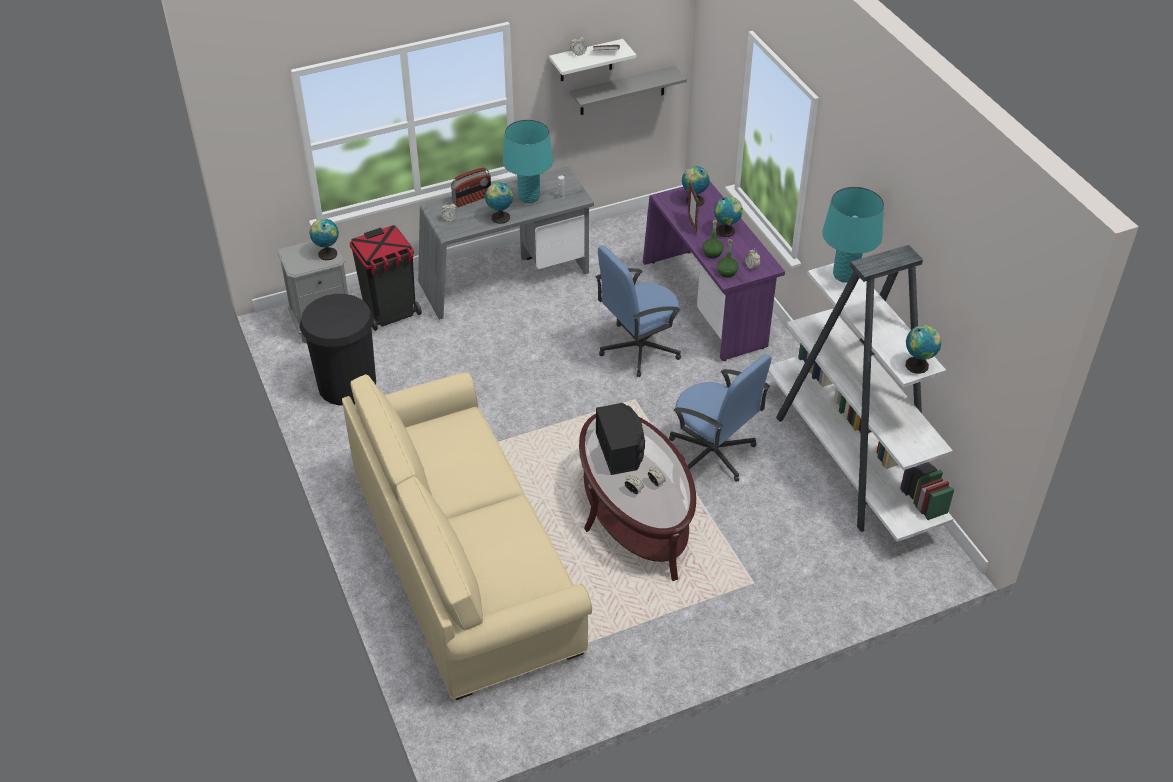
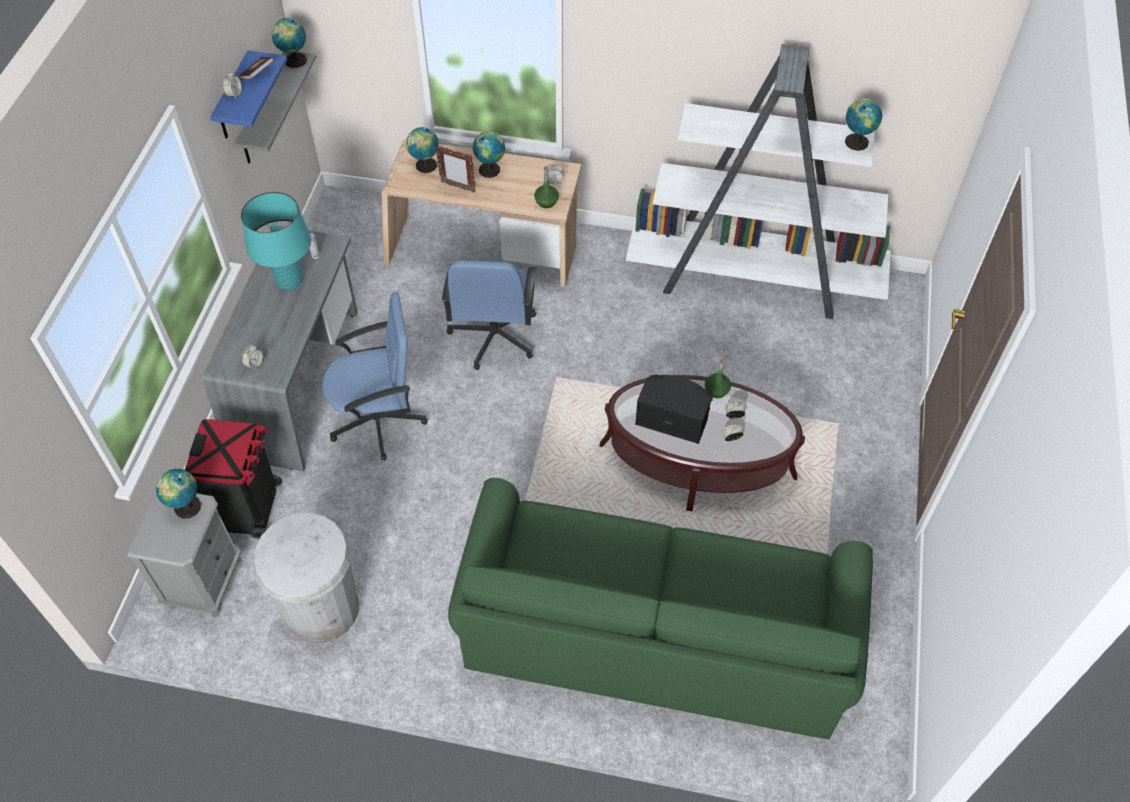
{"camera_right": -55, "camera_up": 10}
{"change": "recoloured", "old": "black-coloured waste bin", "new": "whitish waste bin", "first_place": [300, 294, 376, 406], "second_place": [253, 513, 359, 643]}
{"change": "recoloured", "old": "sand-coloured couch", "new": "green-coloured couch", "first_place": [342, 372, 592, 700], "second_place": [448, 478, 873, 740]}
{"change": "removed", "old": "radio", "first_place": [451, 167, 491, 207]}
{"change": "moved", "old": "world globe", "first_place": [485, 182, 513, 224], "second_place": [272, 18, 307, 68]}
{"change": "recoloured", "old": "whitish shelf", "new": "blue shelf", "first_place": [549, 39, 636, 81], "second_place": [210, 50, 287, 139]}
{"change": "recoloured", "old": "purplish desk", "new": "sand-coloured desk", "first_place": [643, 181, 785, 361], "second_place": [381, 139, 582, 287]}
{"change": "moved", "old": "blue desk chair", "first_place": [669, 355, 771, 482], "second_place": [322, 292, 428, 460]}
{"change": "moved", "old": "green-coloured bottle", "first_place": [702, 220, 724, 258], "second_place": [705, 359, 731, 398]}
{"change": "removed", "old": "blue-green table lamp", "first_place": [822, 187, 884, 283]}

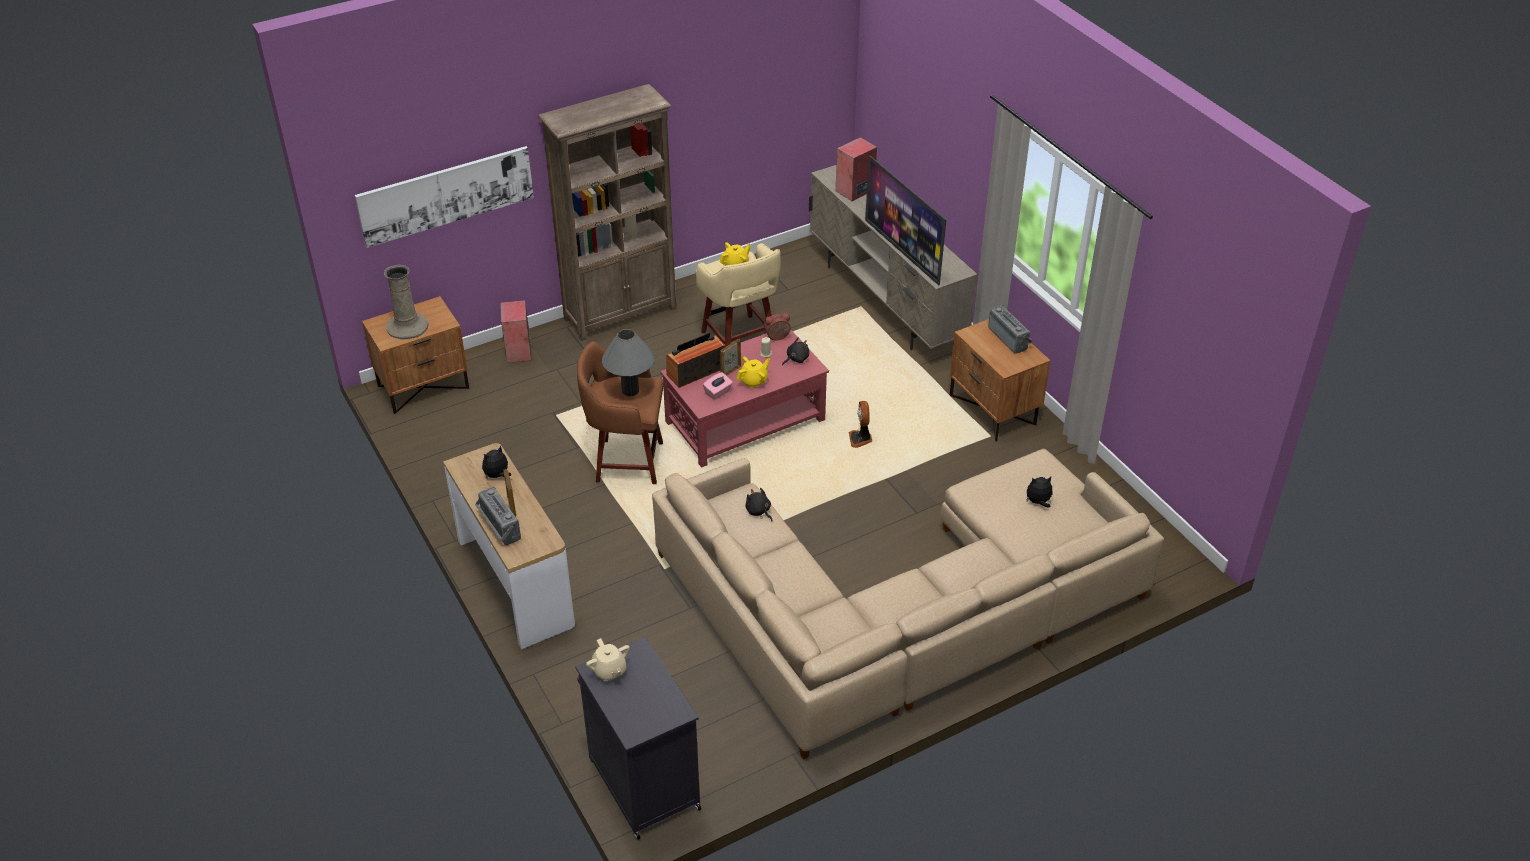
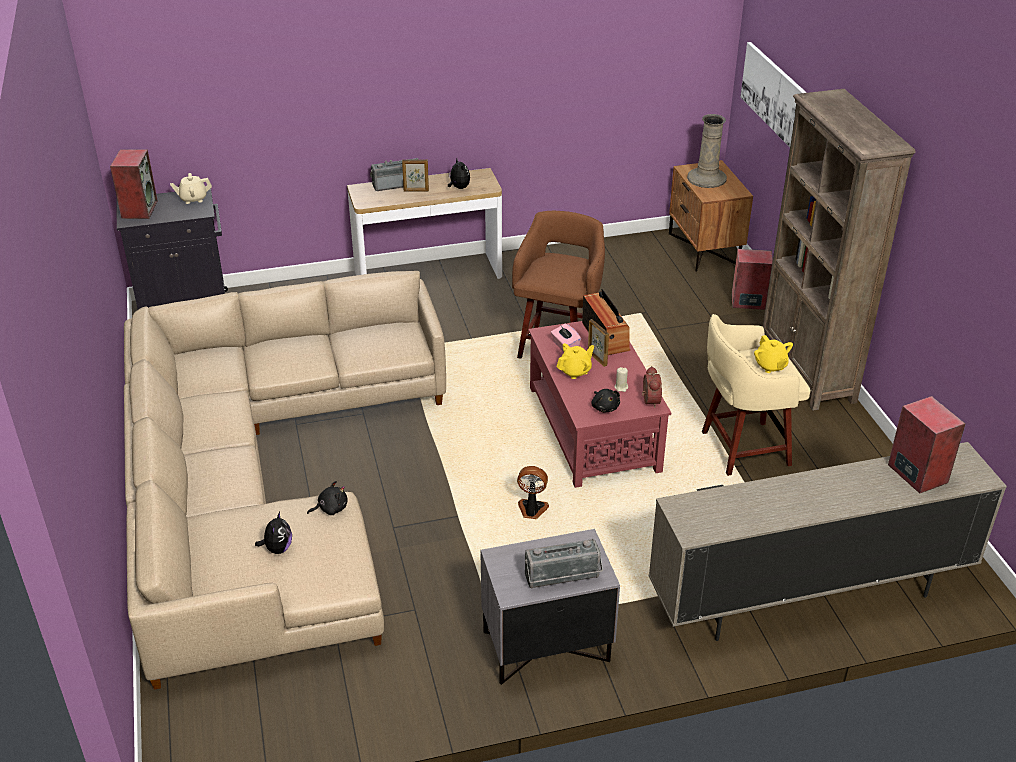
{"camera_right": 105, "camera_up": -5}
{"change": "removed", "old": "gray table lamp", "first_place": [602, 329, 655, 396]}
{"change": "turned", "old": "yellow pot for tea", "first_place": [737, 357, 770, 389], "second_place": [557, 343, 594, 379], "degrees": -105}
{"change": "moved", "old": "black-coloured soft toy", "first_place": [745, 488, 773, 521], "second_place": [307, 481, 348, 515]}
{"change": "removed", "old": "television", "first_place": [865, 156, 946, 286]}
{"change": "recoloured", "old": "brownish bedside table", "new": "gray bedside table", "first_place": [950, 319, 1050, 441], "second_place": [480, 529, 620, 685]}
{"change": "added", "new": "loudspeaker", "second_place": [110, 150, 158, 219]}

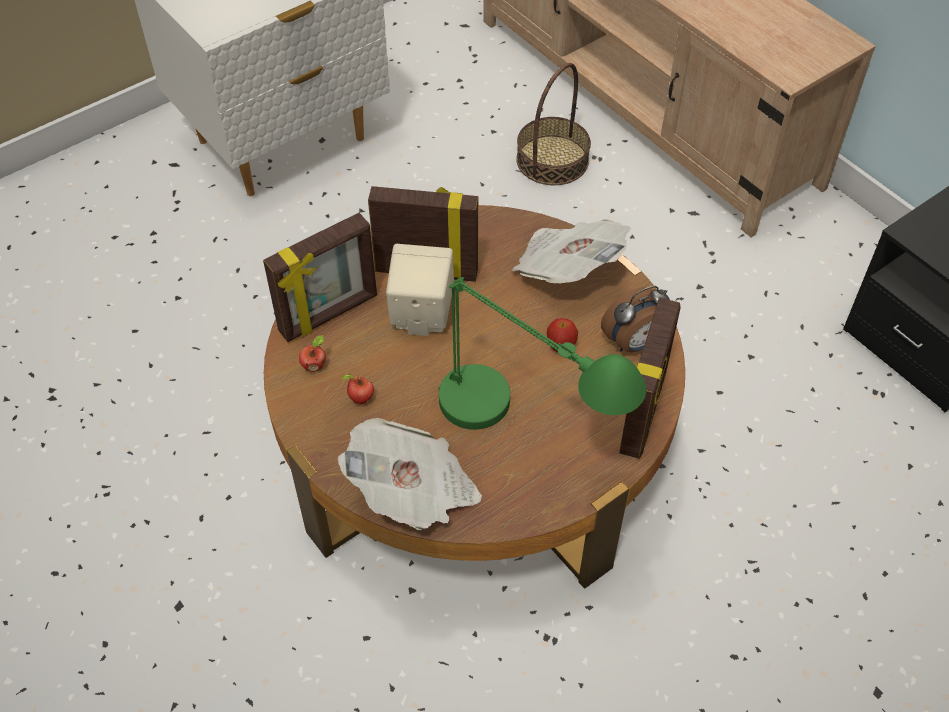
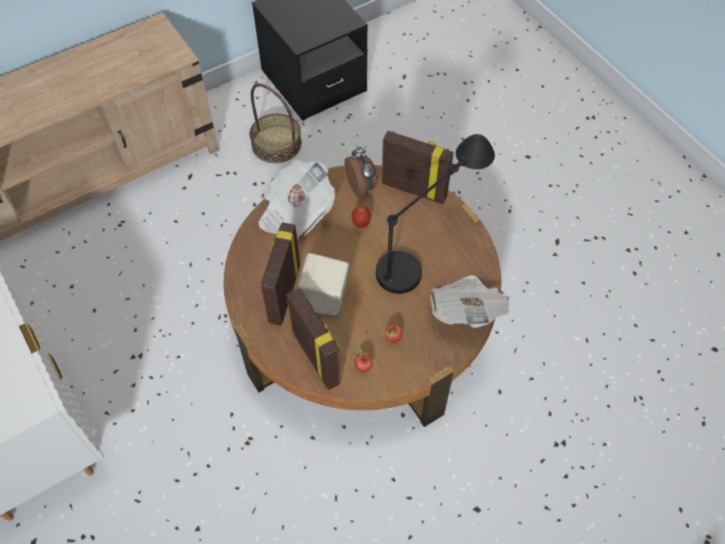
{"camera_right": -85, "camera_up": 5}
{"change": "recoloured", "old": "green-coloured table lamp", "new": "black-coloured table lamp", "first_place": [438, 277, 646, 430], "second_place": [376, 134, 495, 294]}
{"change": "moved", "old": "basket", "first_place": [516, 63, 591, 185], "second_place": [250, 83, 302, 163]}

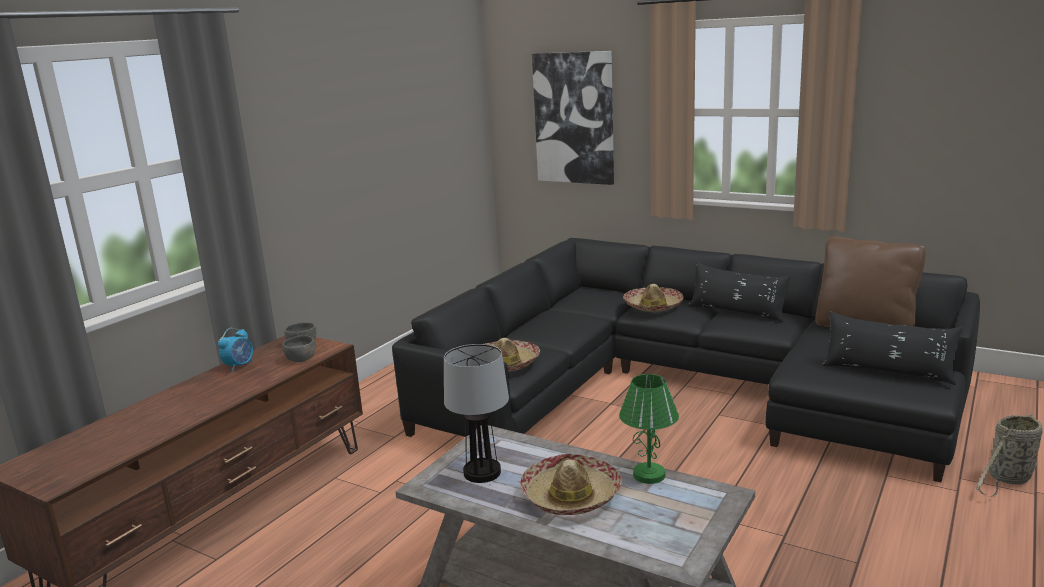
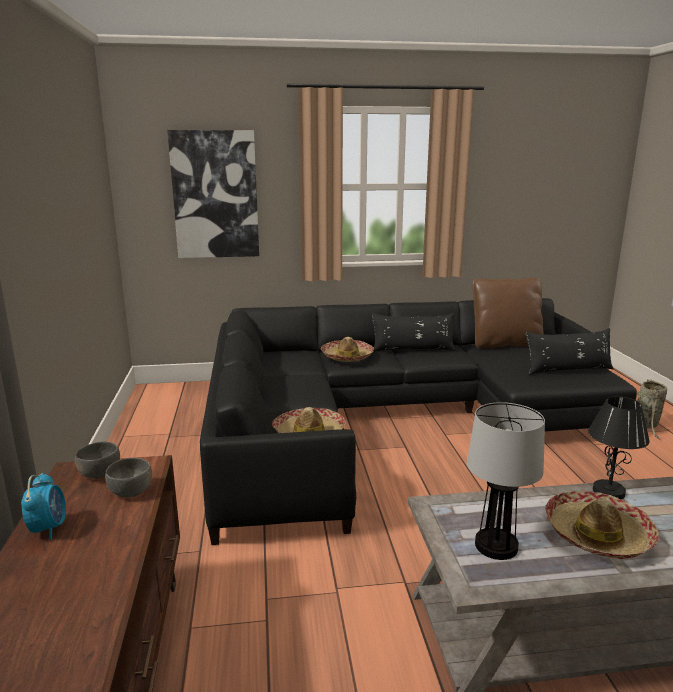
{"camera_right": -40, "camera_up": 0}
{"change": "recoloured", "old": "green-coloured table lamp", "new": "black-coloured table lamp", "first_place": [619, 374, 679, 484], "second_place": [588, 396, 650, 499]}

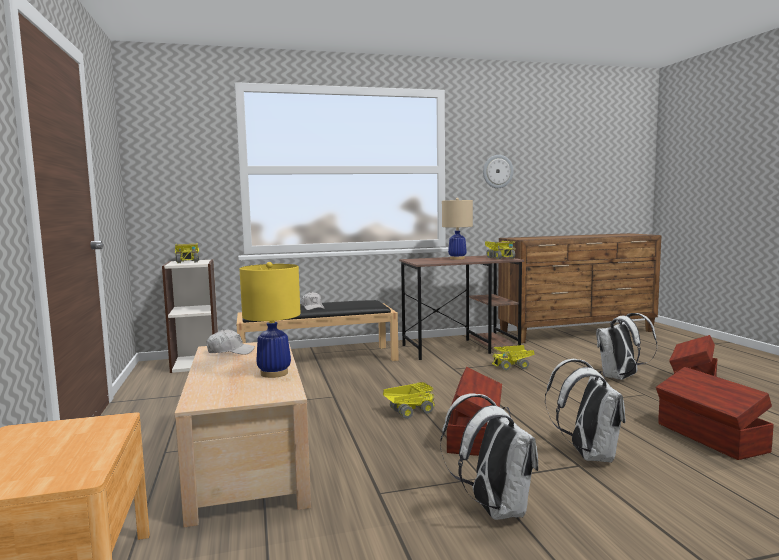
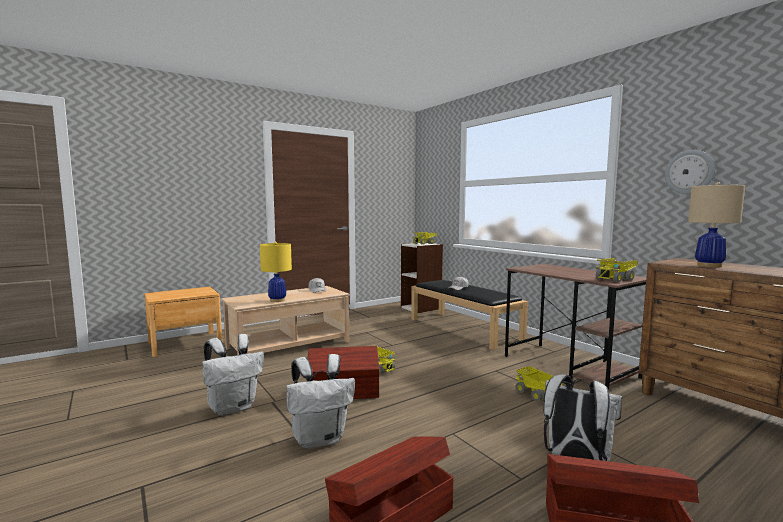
{"camera_right": 70, "camera_up": 0}
{"change": "moved", "old": "sand-coloured table lamp", "first_place": [442, 198, 473, 259], "second_place": [688, 182, 745, 267]}

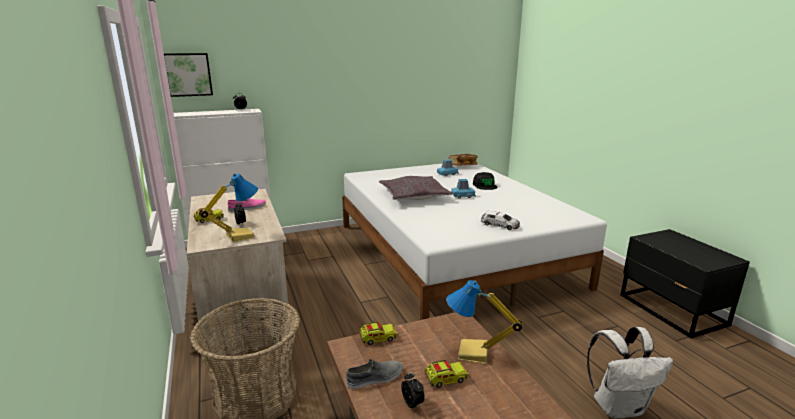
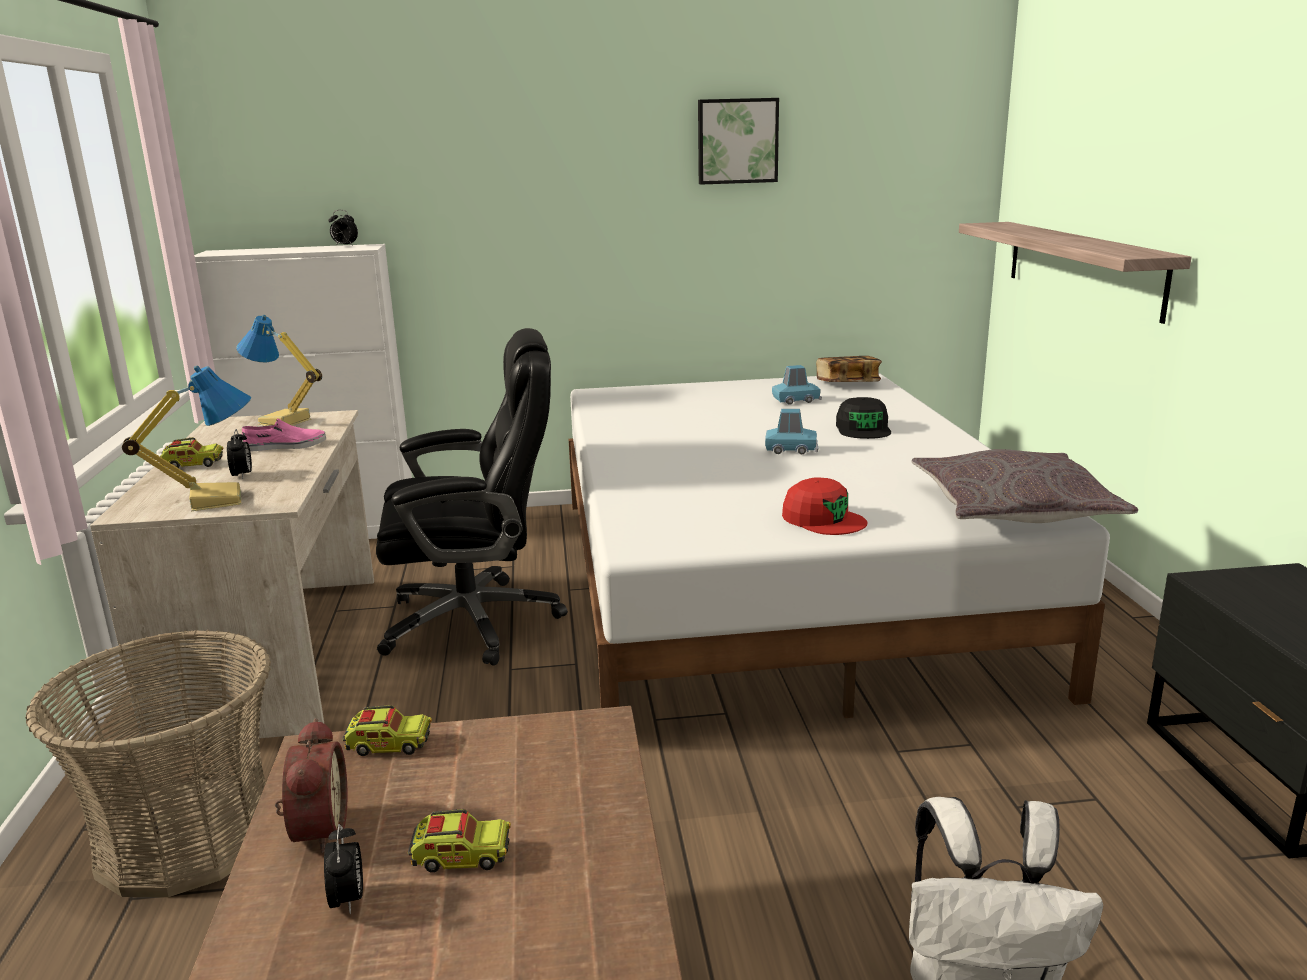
{"camera_right": 15, "camera_up": 0}
{"change": "moved", "old": "wall picture", "first_place": [164, 53, 213, 97], "second_place": [698, 98, 779, 185]}
{"change": "replaced", "old": "gray item of footwear", "new": "alarm clock", "first_place": [346, 359, 403, 389], "second_place": [275, 718, 347, 853]}
{"change": "moved", "old": "gray cushion", "first_place": [379, 176, 453, 200], "second_place": [912, 449, 1138, 523]}
{"change": "moved", "old": "table lamp", "first_place": [446, 280, 522, 364], "second_place": [236, 315, 322, 426]}
{"change": "replaced", "old": "miniature car", "new": "red peaked cap", "first_place": [481, 211, 520, 230], "second_place": [782, 478, 868, 535]}
{"change": "added", "new": "black-coloured desk chair", "second_place": [376, 328, 568, 666]}
{"change": "added", "new": "shelf", "second_place": [959, 222, 1192, 324]}

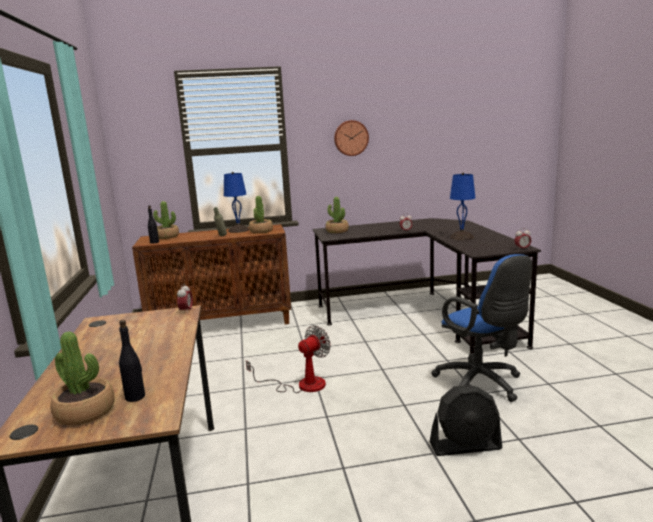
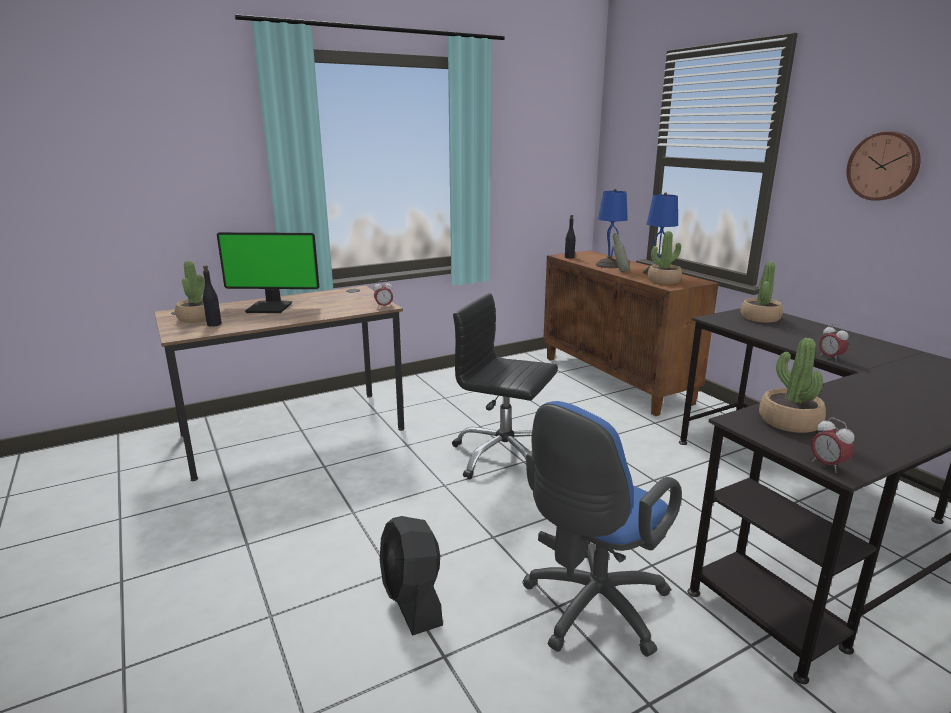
{"camera_right": 70, "camera_up": 5}
{"change": "moved", "old": "houseplant", "first_place": [153, 201, 179, 239], "second_place": [759, 338, 826, 433]}
{"change": "replaced", "old": "electric fan", "new": "black-coloured desk chair", "first_place": [246, 325, 331, 393], "second_place": [452, 293, 558, 480]}
{"change": "moved", "old": "blue table lamp", "first_place": [450, 173, 476, 240], "second_place": [596, 189, 628, 268]}
{"change": "added", "new": "computer screen", "second_place": [217, 232, 319, 313]}

